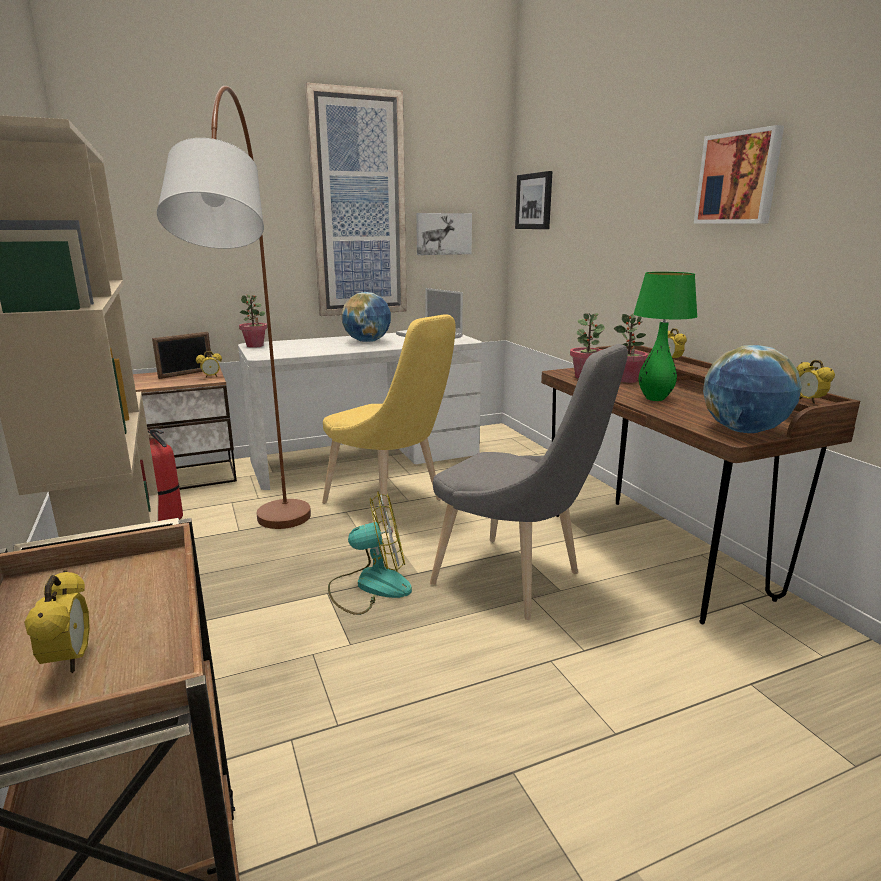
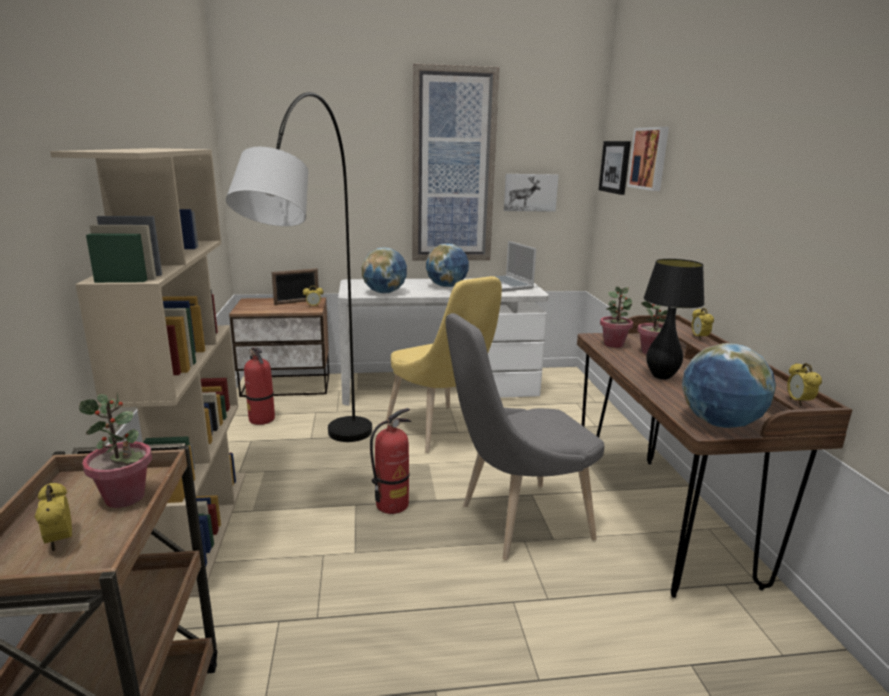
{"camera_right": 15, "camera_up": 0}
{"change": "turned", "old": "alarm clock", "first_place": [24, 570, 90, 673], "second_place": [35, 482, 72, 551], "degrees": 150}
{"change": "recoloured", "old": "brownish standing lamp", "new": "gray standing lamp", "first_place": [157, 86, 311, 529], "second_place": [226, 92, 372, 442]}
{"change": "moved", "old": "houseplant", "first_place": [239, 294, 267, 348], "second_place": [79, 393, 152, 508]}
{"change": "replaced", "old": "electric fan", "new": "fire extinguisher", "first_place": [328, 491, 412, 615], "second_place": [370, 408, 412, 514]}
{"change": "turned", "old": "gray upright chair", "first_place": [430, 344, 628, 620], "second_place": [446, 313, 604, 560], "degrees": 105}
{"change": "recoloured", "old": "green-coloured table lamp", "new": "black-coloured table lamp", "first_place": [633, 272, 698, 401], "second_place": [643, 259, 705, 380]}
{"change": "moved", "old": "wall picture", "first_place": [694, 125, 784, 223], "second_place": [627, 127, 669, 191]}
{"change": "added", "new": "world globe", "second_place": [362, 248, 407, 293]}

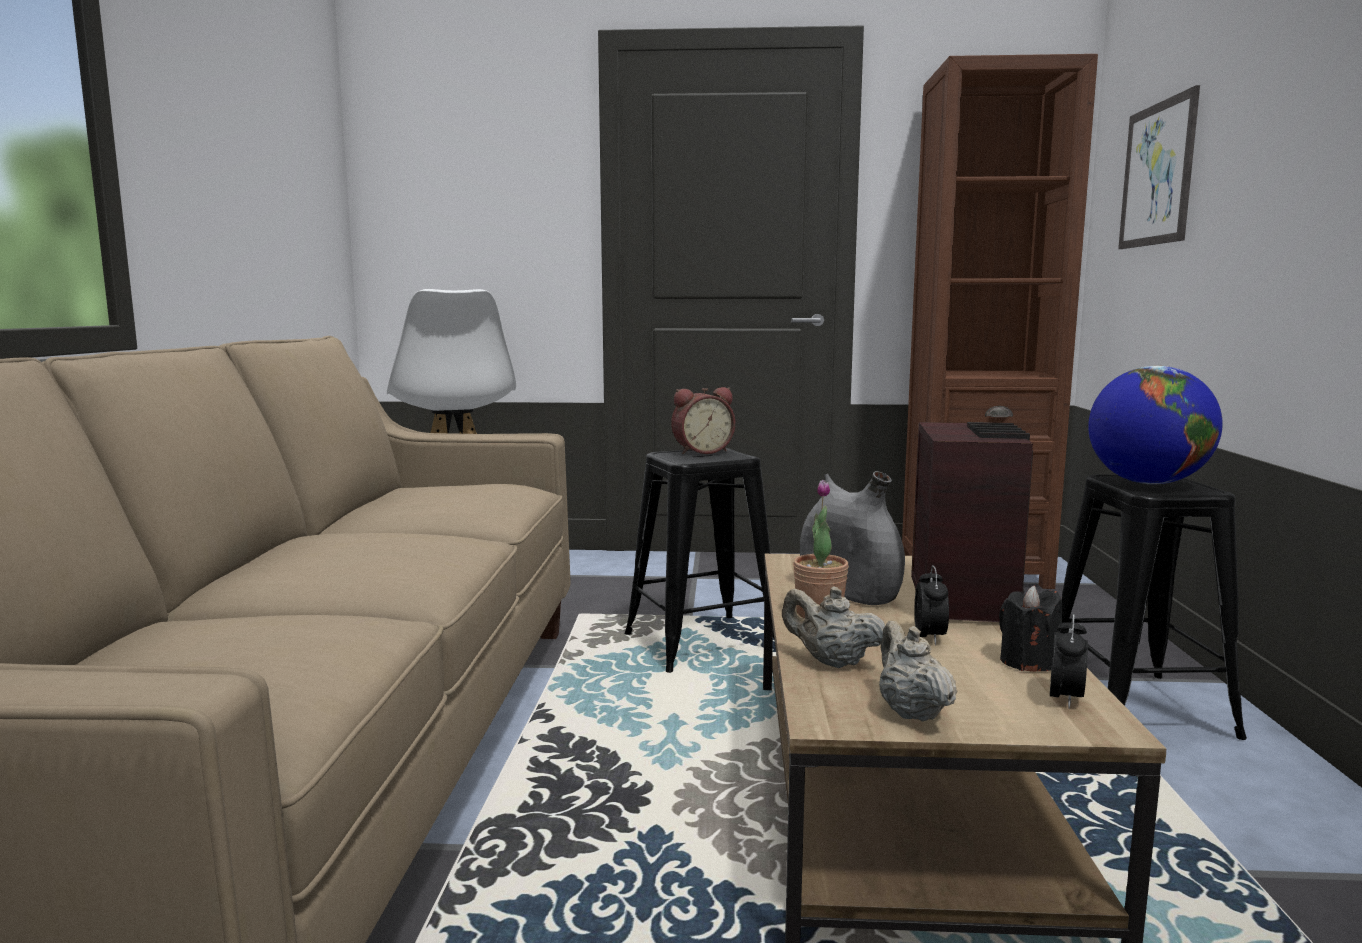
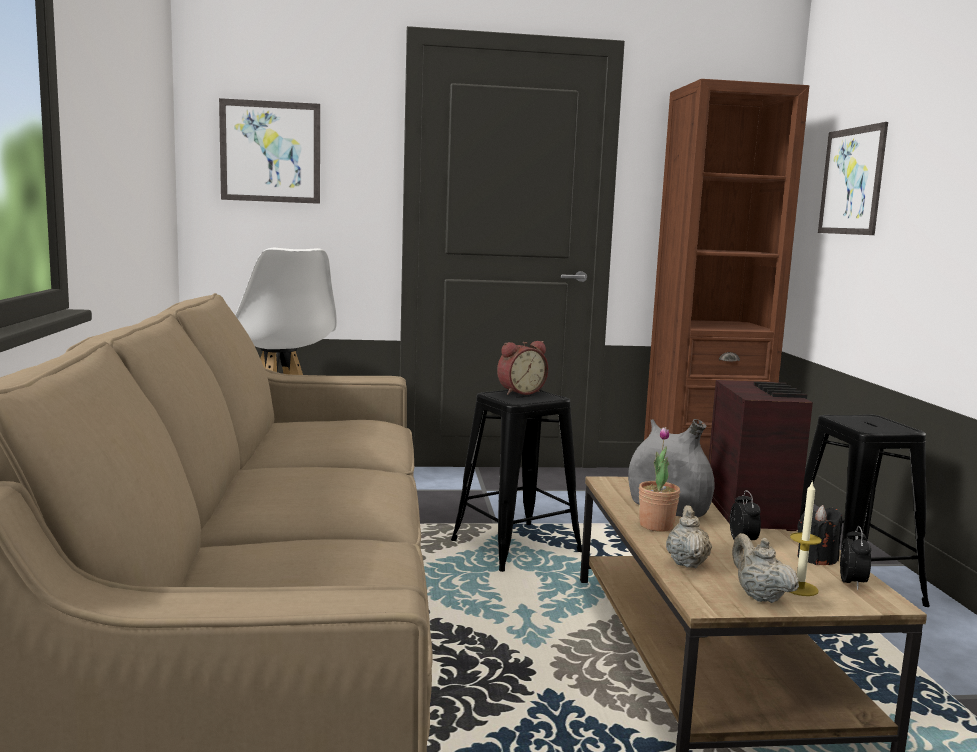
{"camera_right": -10, "camera_up": 0}
{"change": "turned", "old": "sand-coloured pot for tea", "first_place": [782, 586, 886, 668], "second_place": [666, 505, 712, 568], "degrees": 75}
{"change": "removed", "old": "world globe", "first_place": [1088, 366, 1223, 484]}
{"change": "added", "new": "wall picture", "second_place": [219, 98, 320, 204]}
{"change": "added", "new": "wax light", "second_place": [790, 480, 822, 596]}

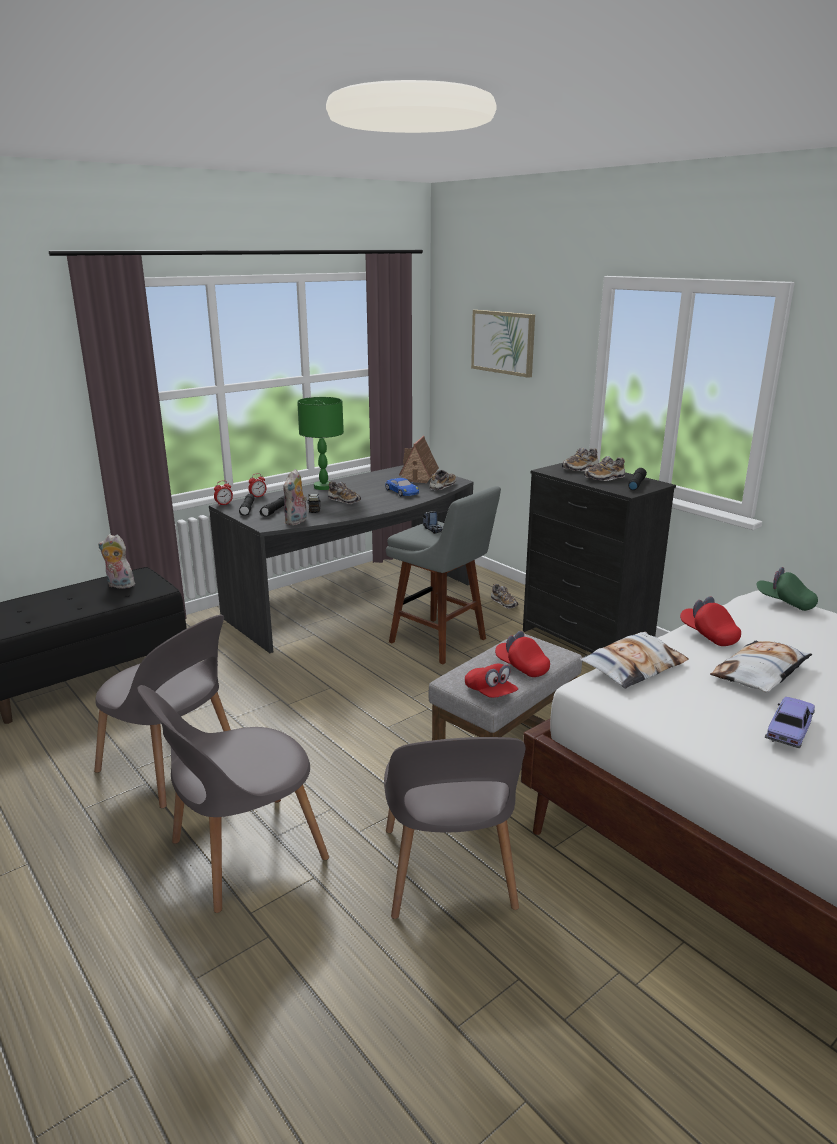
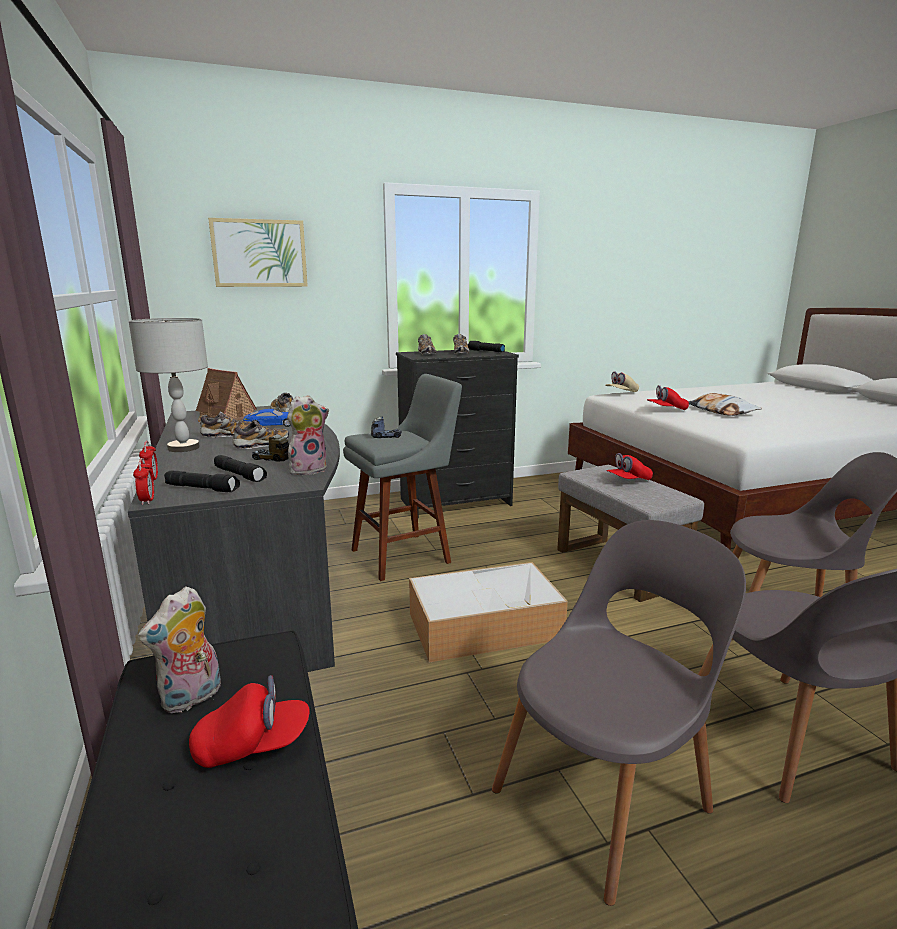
{"camera_right": -70, "camera_up": -5}
{"change": "turned", "old": "soft toy", "first_place": [283, 469, 307, 525], "second_place": [287, 395, 329, 475], "degrees": -75}
{"change": "recoloured", "old": "green-coloured table lamp", "new": "gray table lamp", "first_place": [297, 397, 344, 490], "second_place": [128, 318, 208, 452]}
{"change": "moved", "old": "red peaked cap", "first_place": [465, 663, 518, 698], "second_place": [189, 675, 309, 768]}
{"change": "moved", "old": "item of footwear", "first_place": [491, 584, 518, 609], "second_place": [198, 411, 251, 438]}
{"change": "removed", "old": "cushion", "first_place": [580, 632, 689, 688]}
{"change": "recoloured", "old": "green-coloured peaked cap", "new": "sand-coloured peaked cap", "first_place": [757, 567, 818, 611], "second_place": [605, 371, 639, 392]}
{"change": "removed", "old": "miniature car", "first_place": [765, 697, 815, 748]}
{"change": "added", "new": "storage box", "second_place": [409, 562, 568, 662]}

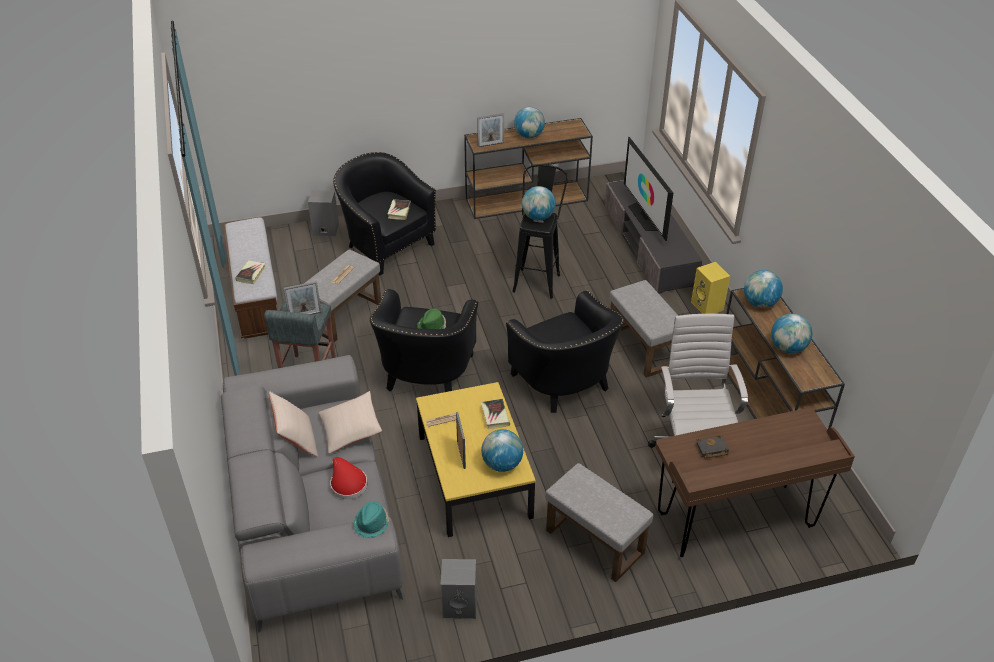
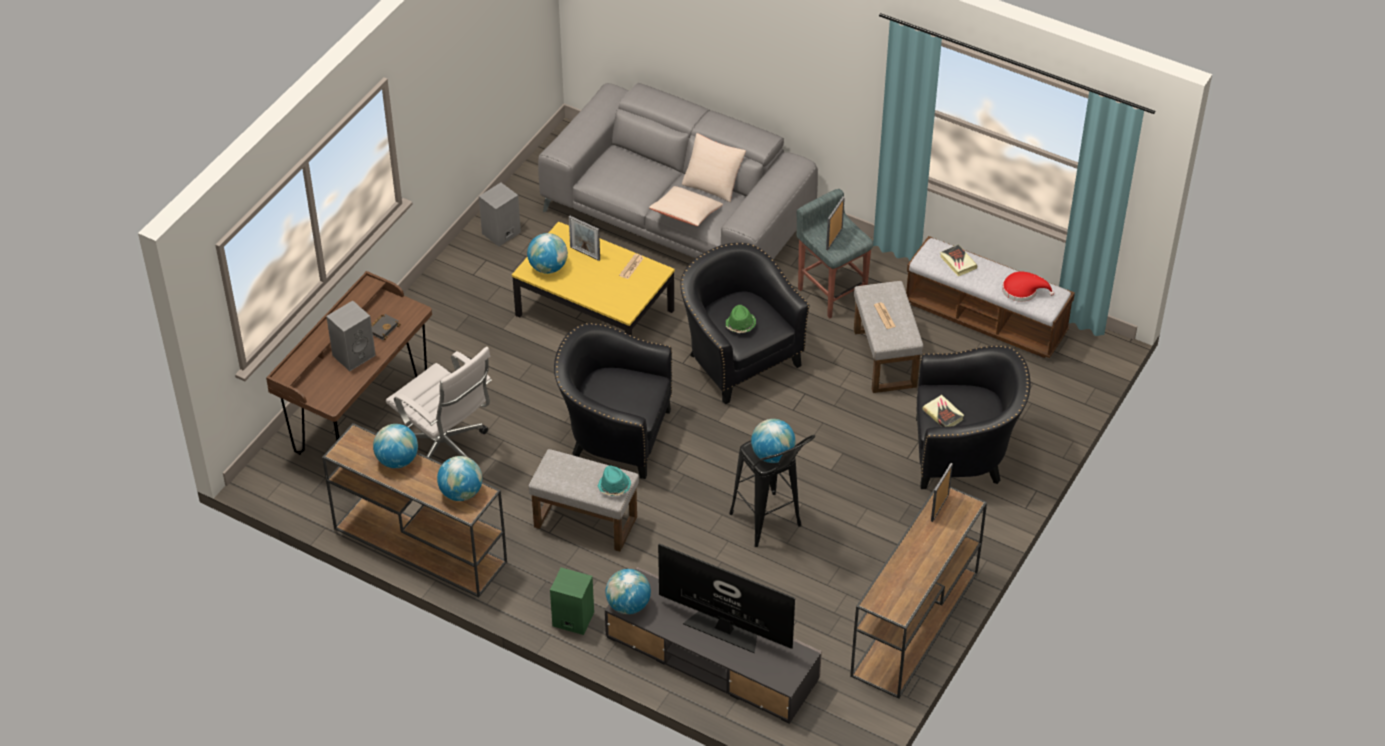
{"camera_right": 135, "camera_up": 5}
{"change": "moved", "old": "gray loudspeaker", "first_place": [308, 190, 339, 236], "second_place": [326, 300, 376, 371]}
{"change": "moved", "old": "red hat", "first_place": [330, 457, 367, 499], "second_place": [1002, 271, 1054, 302]}
{"change": "moved", "old": "blue-green hat", "first_place": [353, 501, 390, 538], "second_place": [598, 465, 631, 496]}
{"change": "removed", "old": "volume", "first_place": [481, 399, 510, 429]}
{"change": "moved", "old": "world globe", "first_place": [514, 107, 545, 138], "second_place": [606, 569, 651, 614]}
{"change": "removed", "old": "gray footrest", "first_place": [546, 463, 653, 582]}
{"change": "recoloured", "old": "yellow loudspeaker", "new": "green-coloured loudspeaker", "first_place": [691, 262, 730, 314], "second_place": [550, 567, 594, 635]}

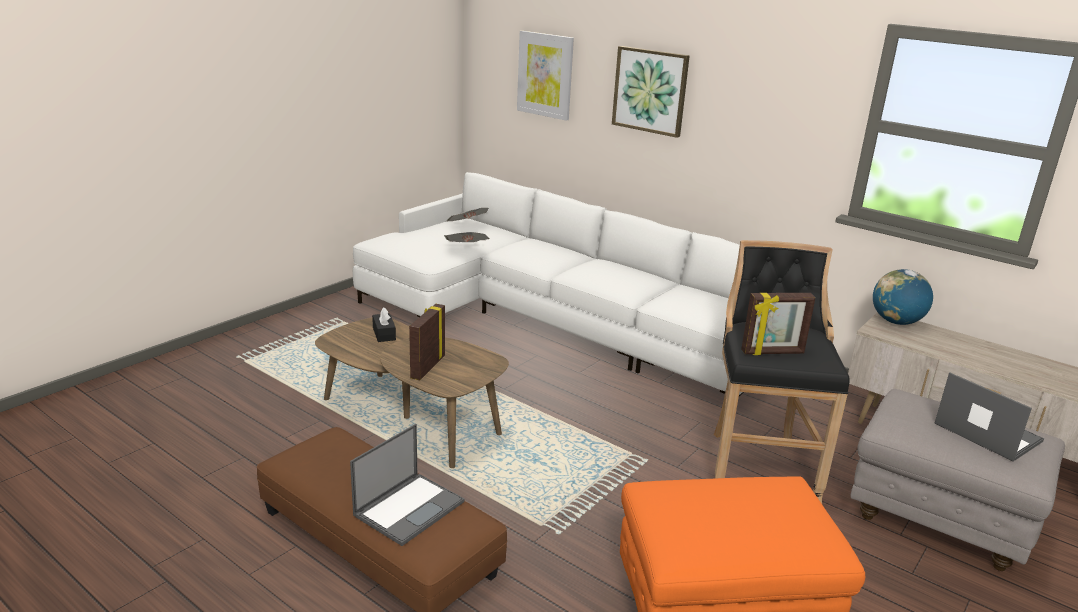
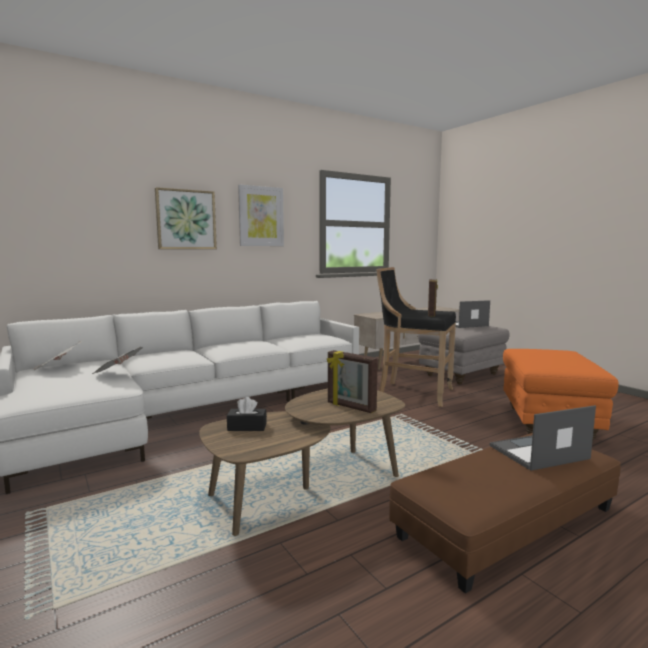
{"camera_right": -70, "camera_up": -15}
{"change": "turned", "old": "laptop", "first_place": [350, 424, 464, 546], "second_place": [490, 405, 596, 471], "degrees": -75}
{"change": "moved", "old": "wall picture", "first_place": [517, 31, 574, 121], "second_place": [238, 184, 284, 246]}
{"change": "removed", "old": "world globe", "first_place": [873, 269, 933, 325]}

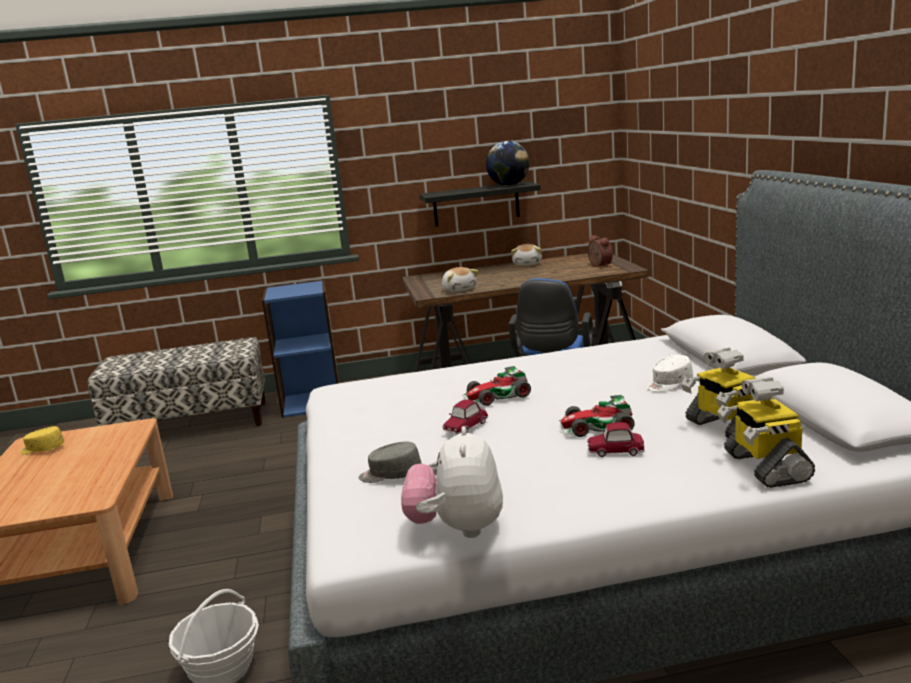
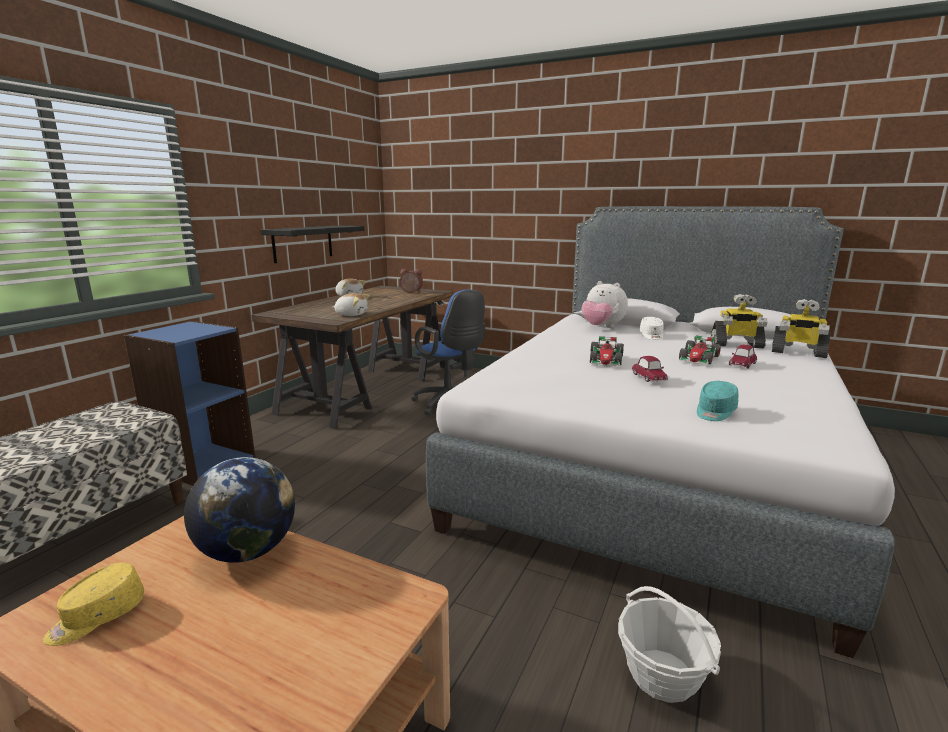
{"camera_right": -55, "camera_up": 0}
{"change": "recoloured", "old": "gray peaked cap", "new": "blue-green peaked cap", "first_place": [359, 441, 422, 483], "second_place": [697, 381, 738, 421]}
{"change": "moved", "old": "soft toy", "first_place": [401, 426, 503, 538], "second_place": [581, 281, 628, 328]}
{"change": "moved", "old": "world globe", "first_place": [486, 141, 529, 186], "second_place": [184, 457, 295, 563]}

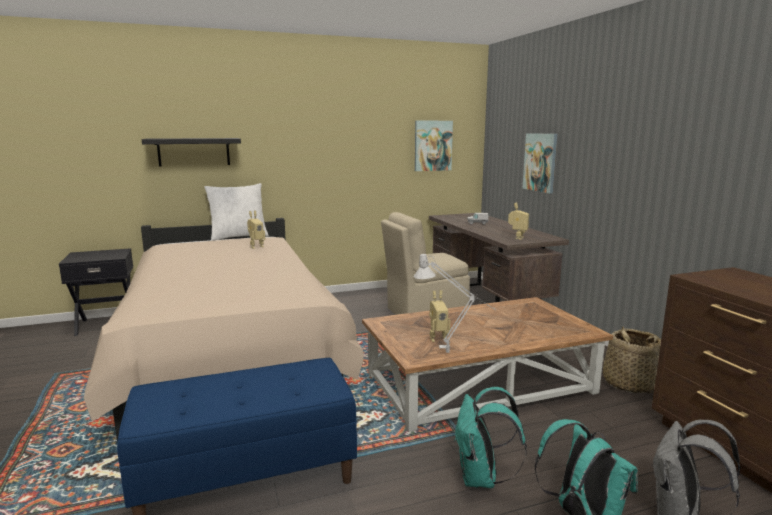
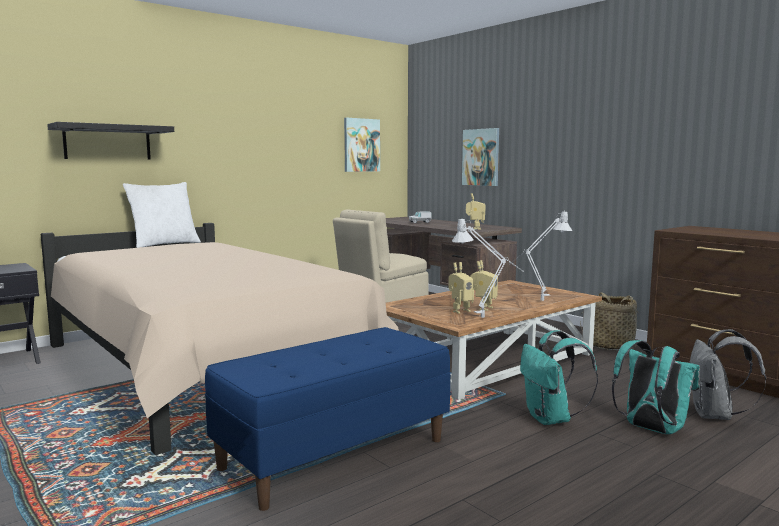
{"camera_right": -20, "camera_up": -5}
{"change": "moved", "old": "toy robot", "first_place": [247, 211, 265, 249], "second_place": [470, 260, 498, 311]}
{"change": "added", "new": "gray table lamp", "second_place": [510, 211, 572, 301]}

